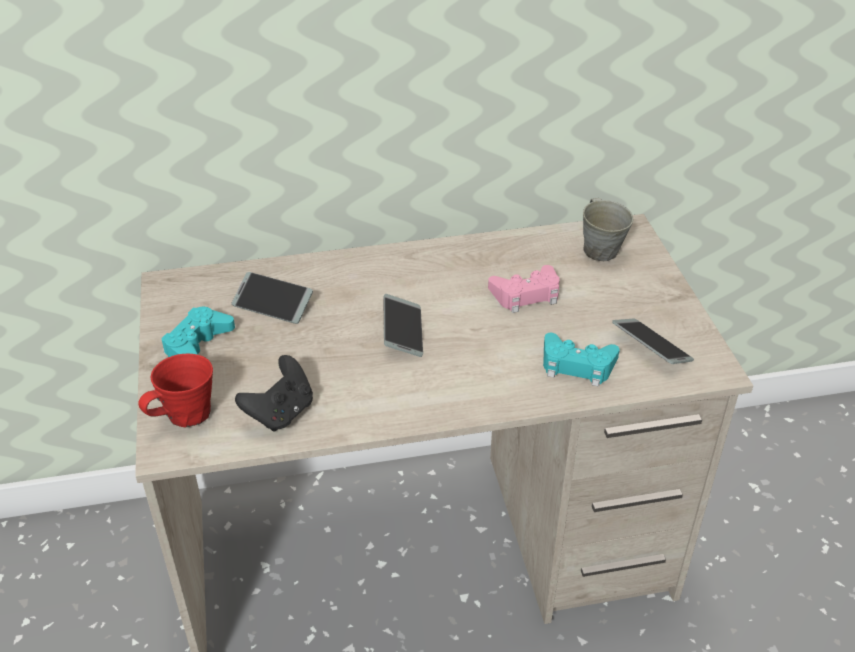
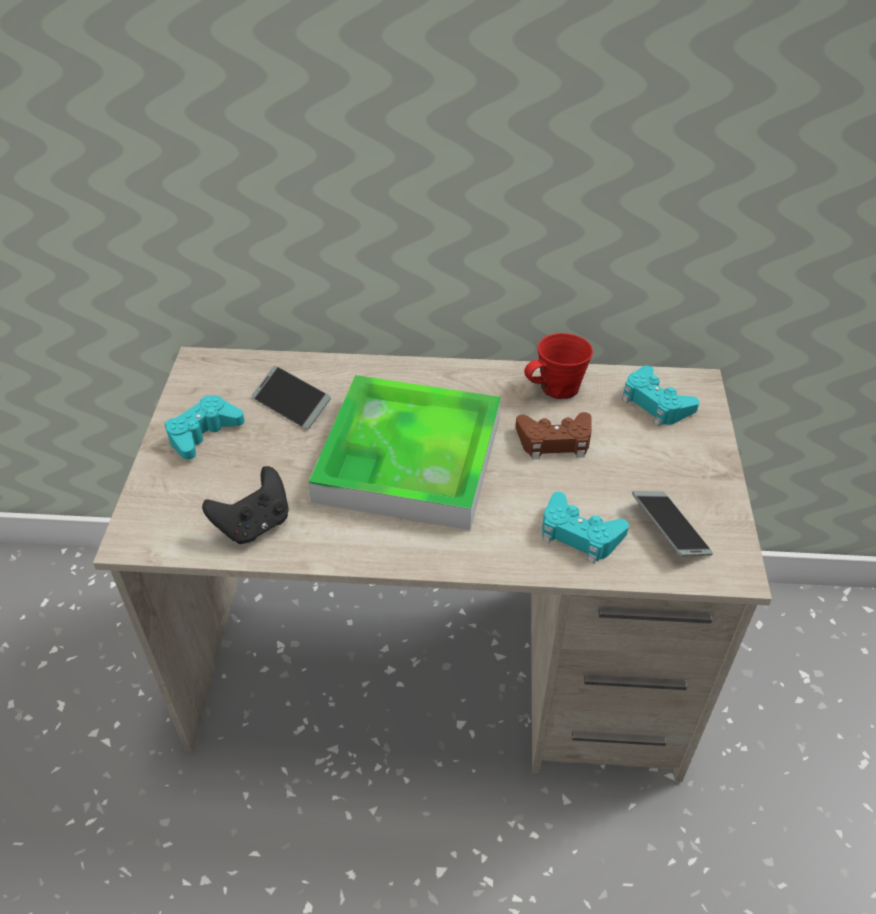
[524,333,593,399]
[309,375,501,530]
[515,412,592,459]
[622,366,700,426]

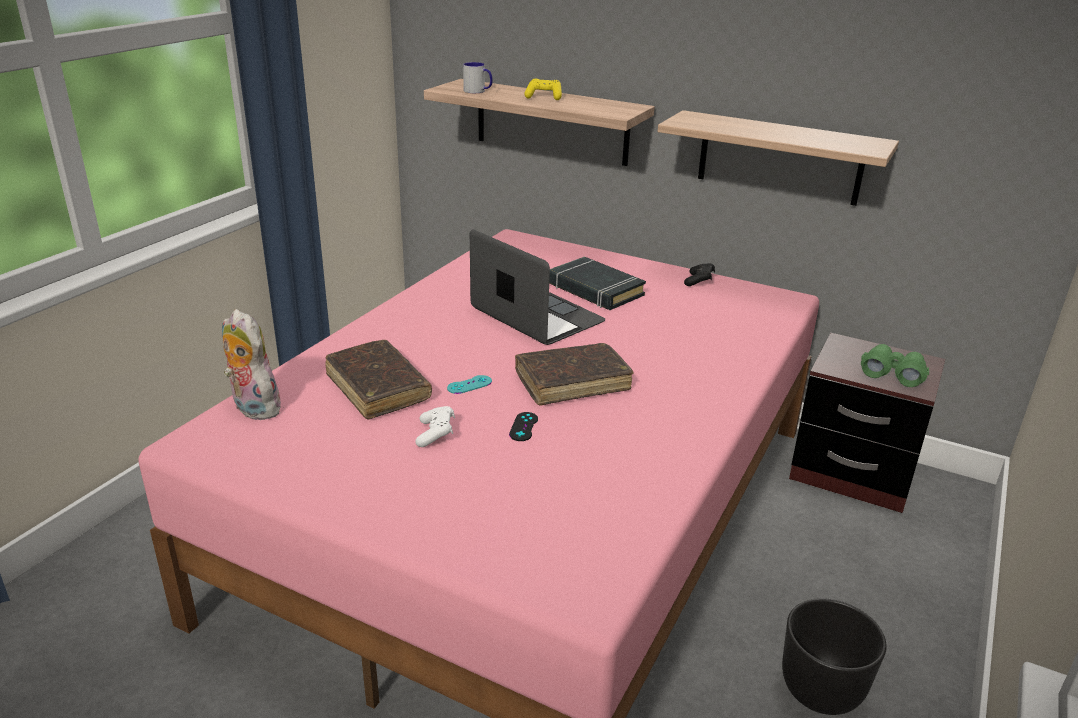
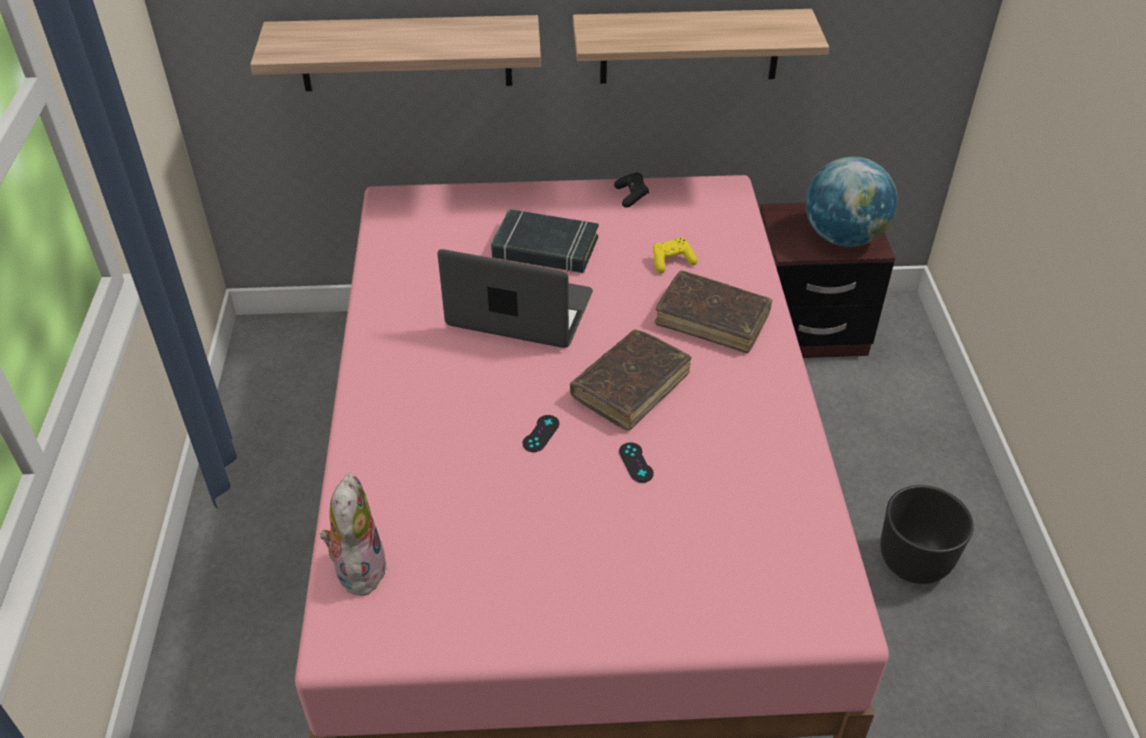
[320,473,387,596]
[655,270,773,353]
[415,406,455,447] (first image)
[522,415,559,452]
[463,62,492,93] (first image)
[653,237,698,273]
[805,157,897,247]

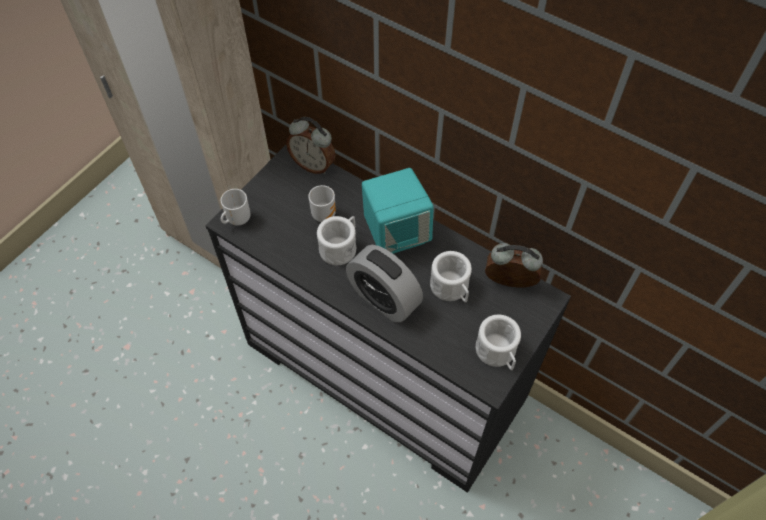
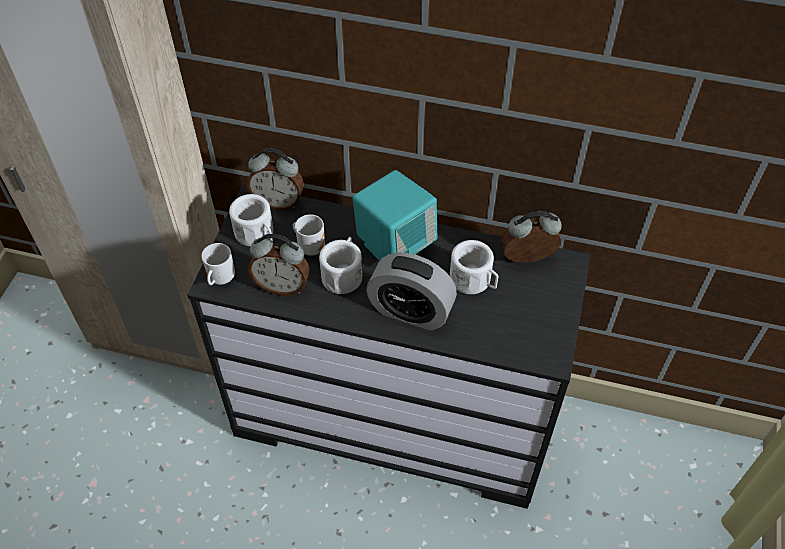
[229,194,273,246]
[248,234,310,296]

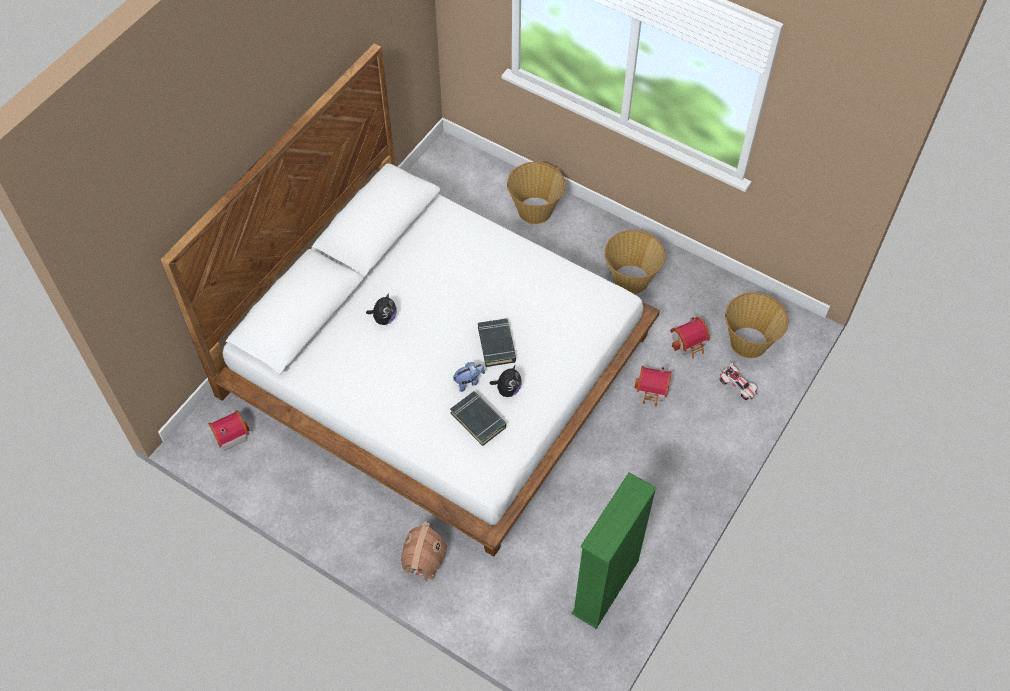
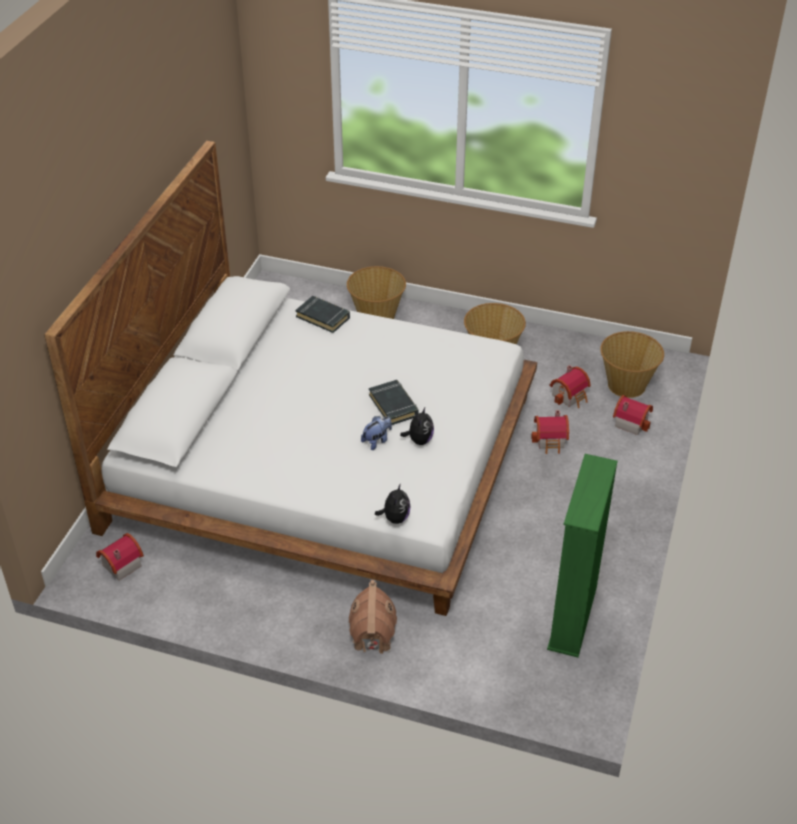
[375,483,410,524]
[296,296,350,333]
[613,395,653,435]

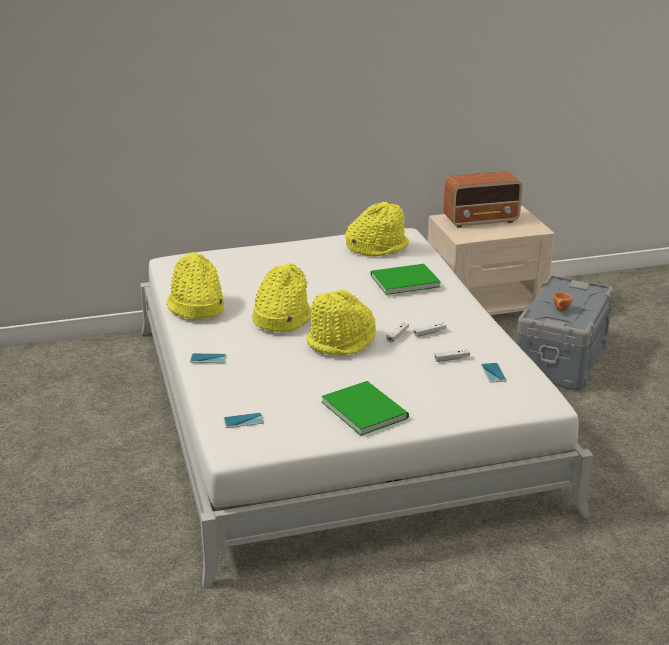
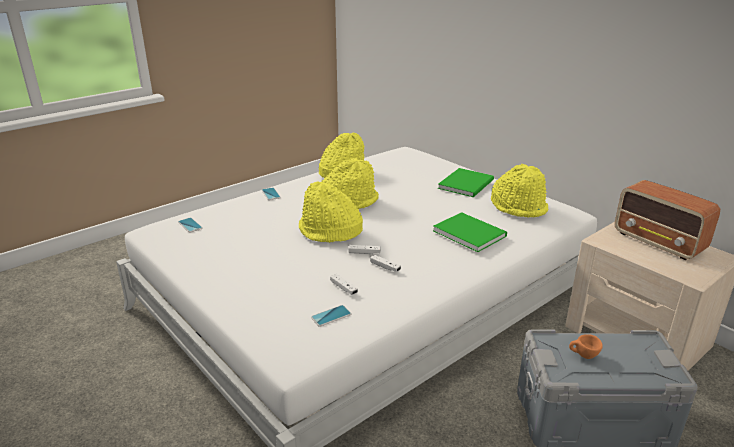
[438,168,494,197]

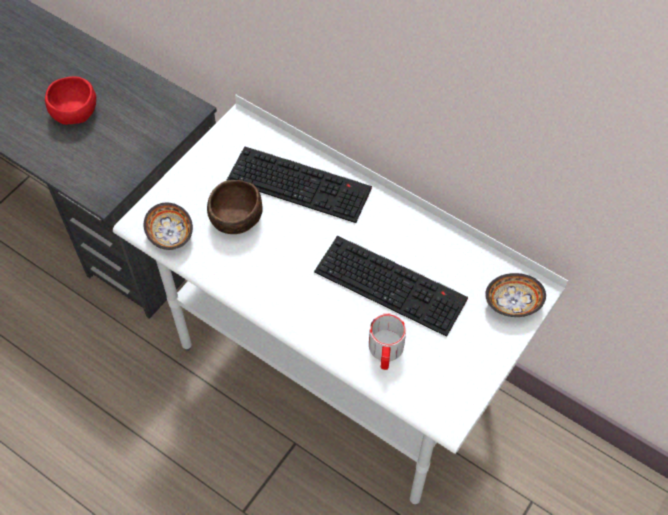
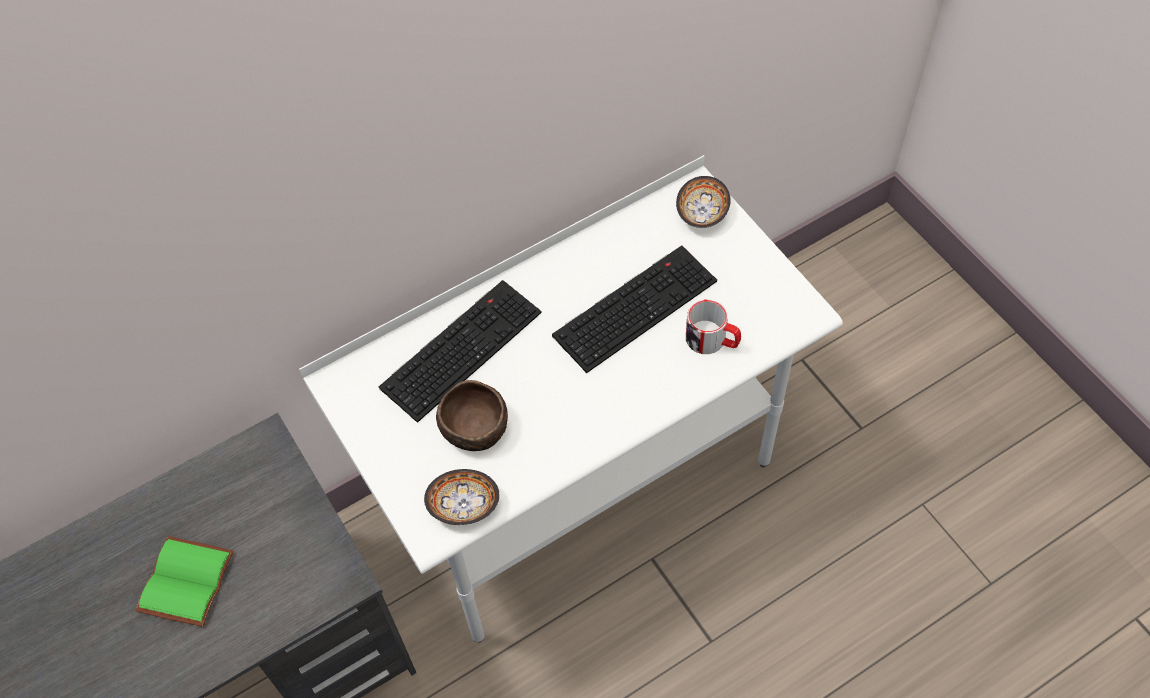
[136,536,234,627]

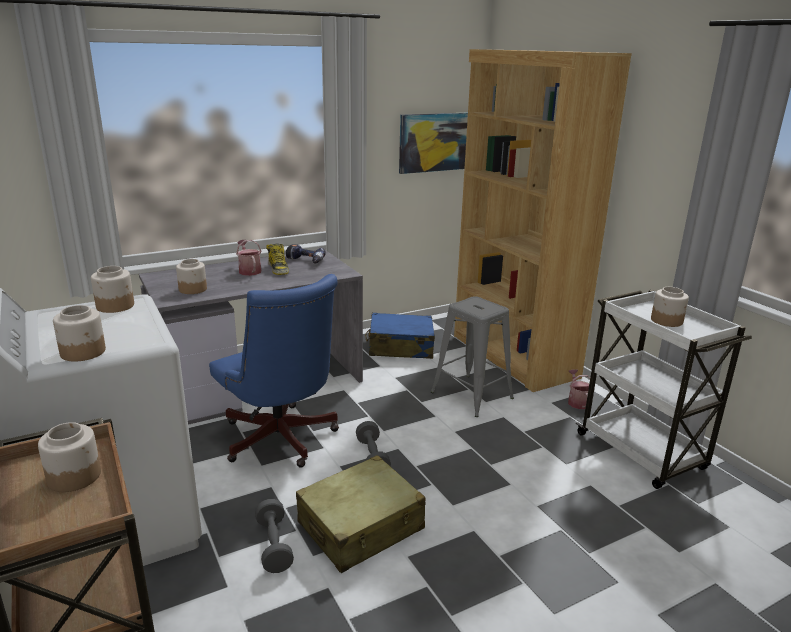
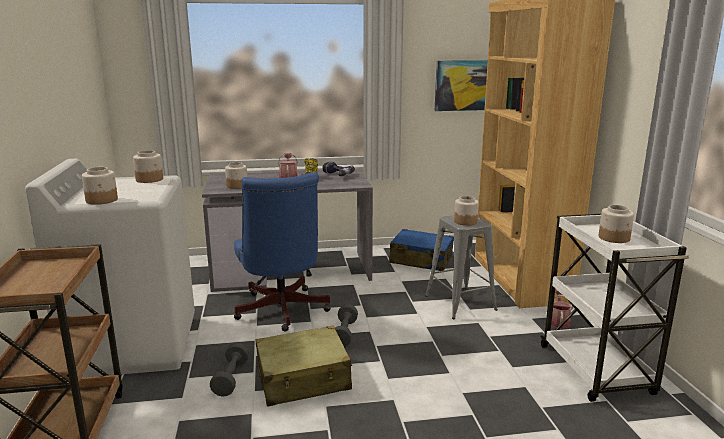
[454,196,479,226]

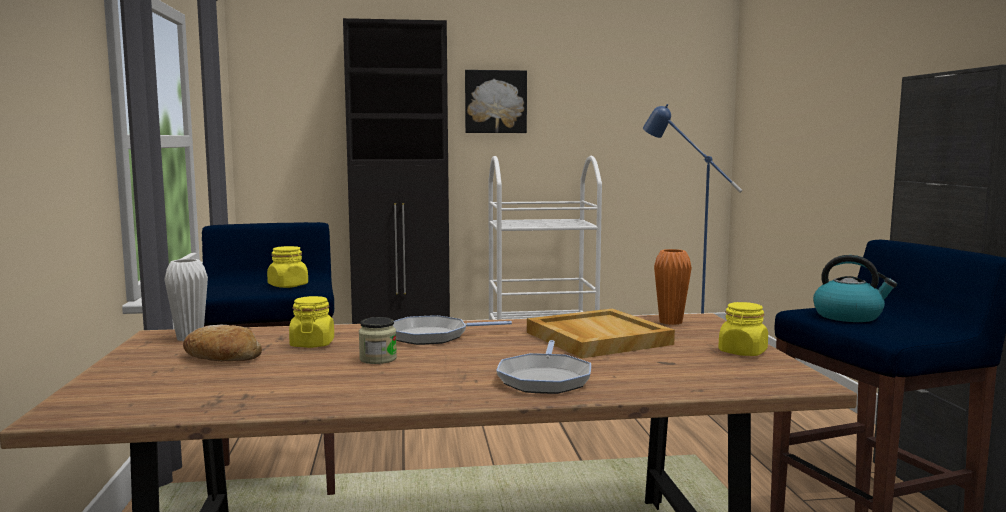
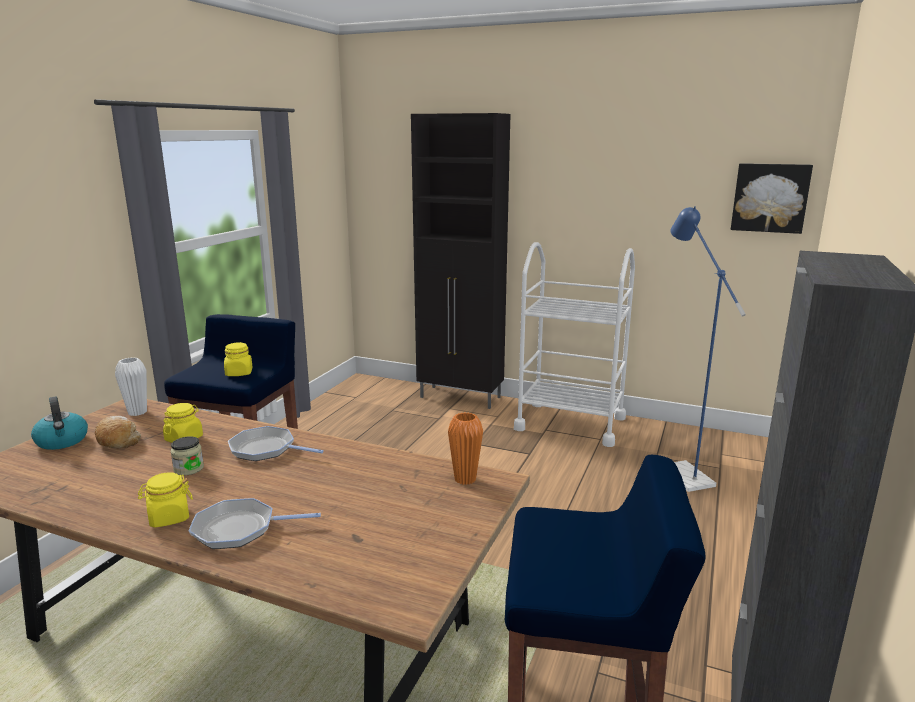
[731,163,813,234]
[189,498,321,549]
[527,309,675,359] (first image)
[138,472,193,527]
[31,397,88,450]

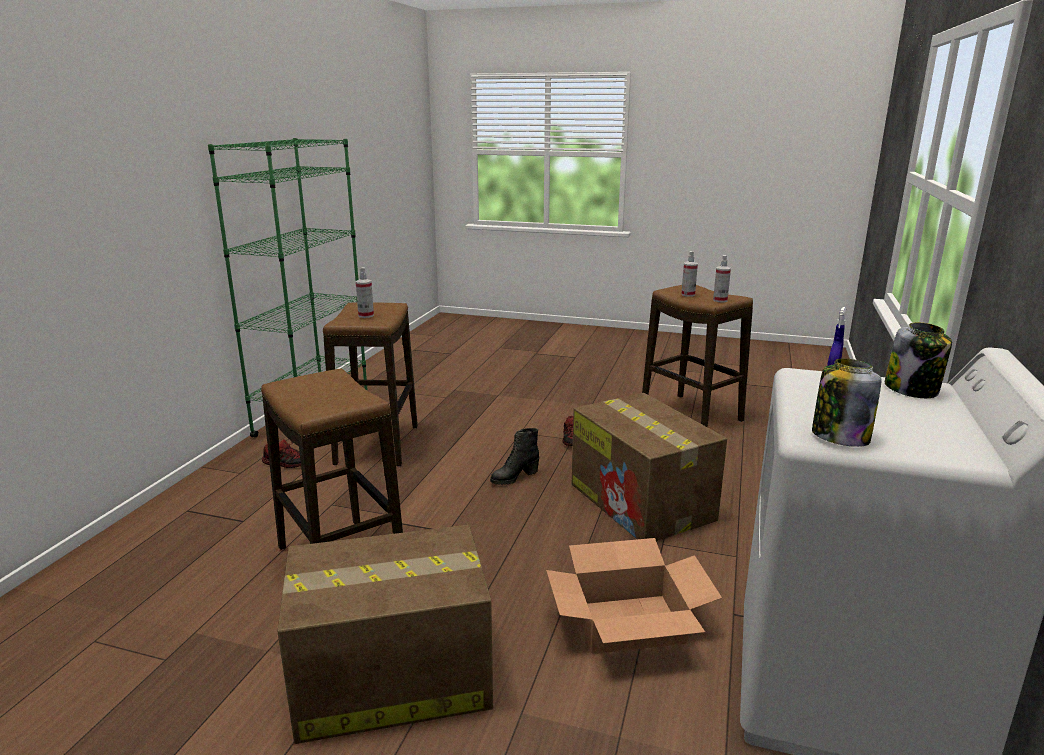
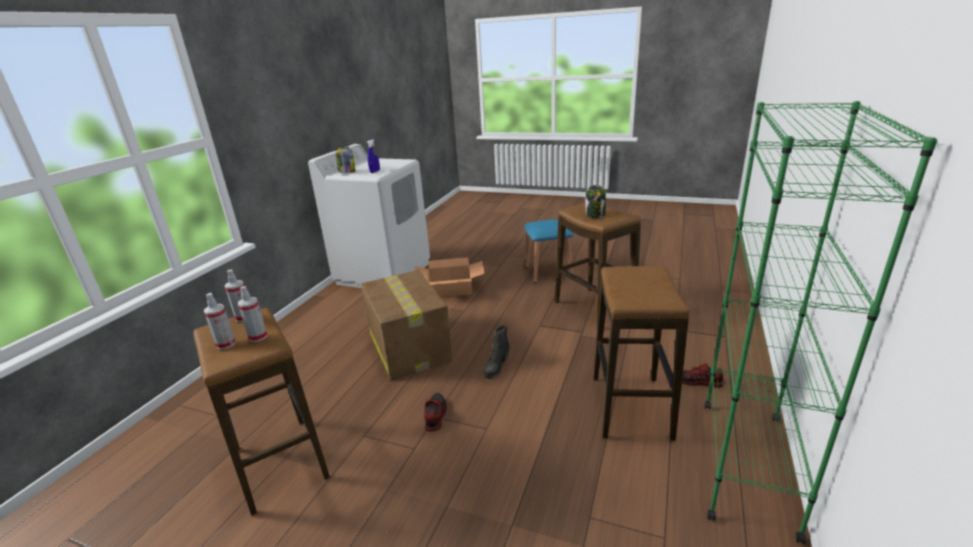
[524,219,574,283]
[204,293,236,350]
[484,325,509,379]
[585,185,606,218]

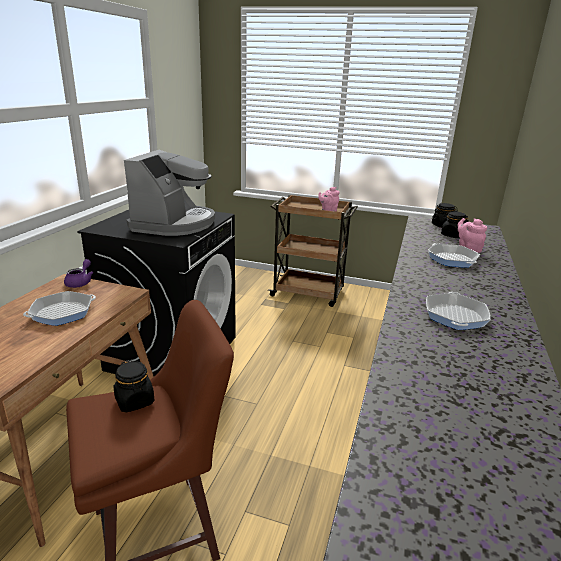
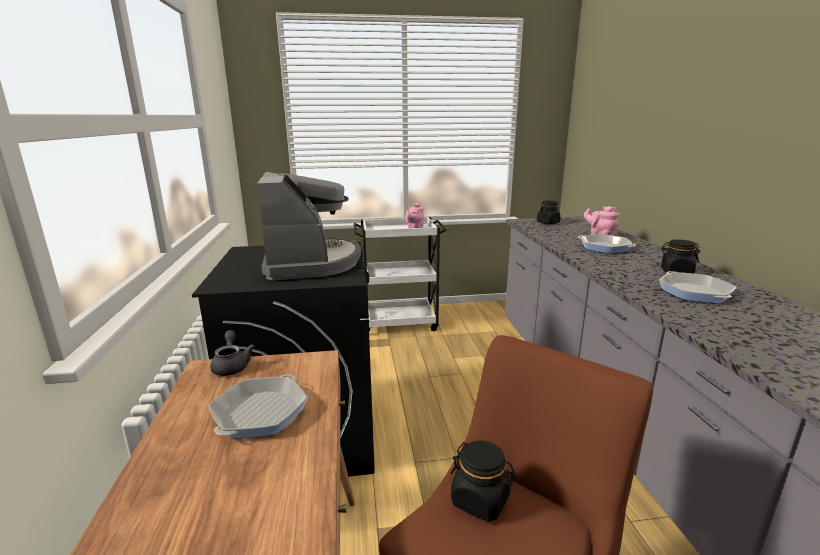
[210,330,255,376]
[354,217,447,331]
[661,239,701,274]

